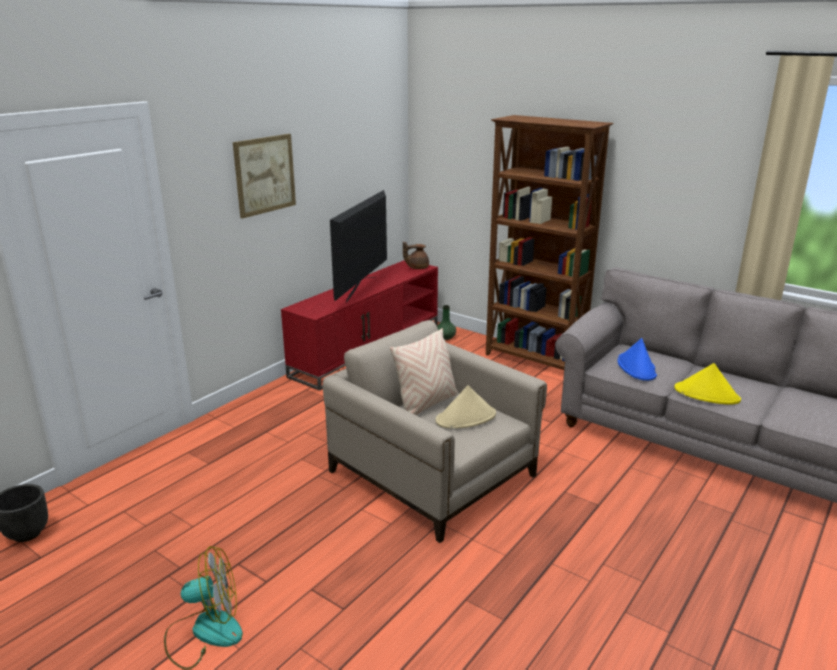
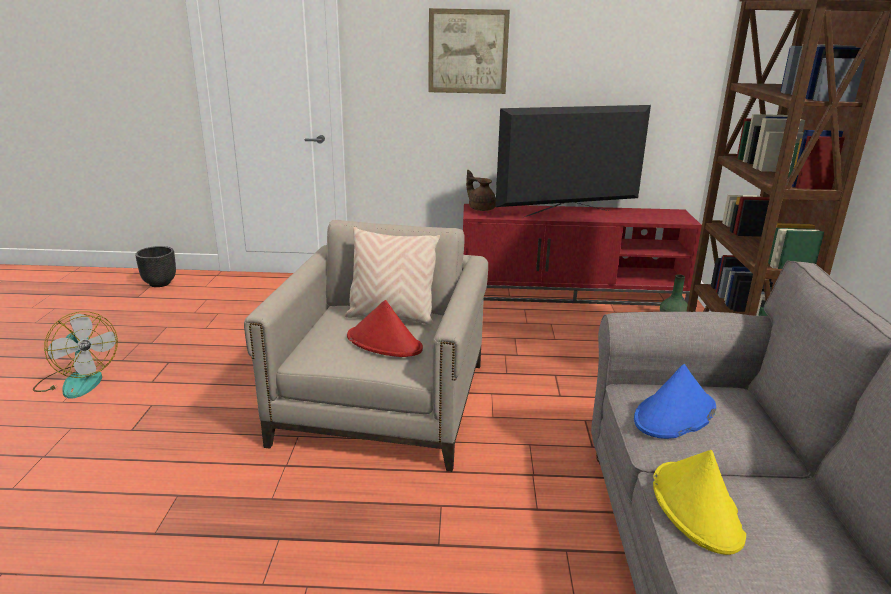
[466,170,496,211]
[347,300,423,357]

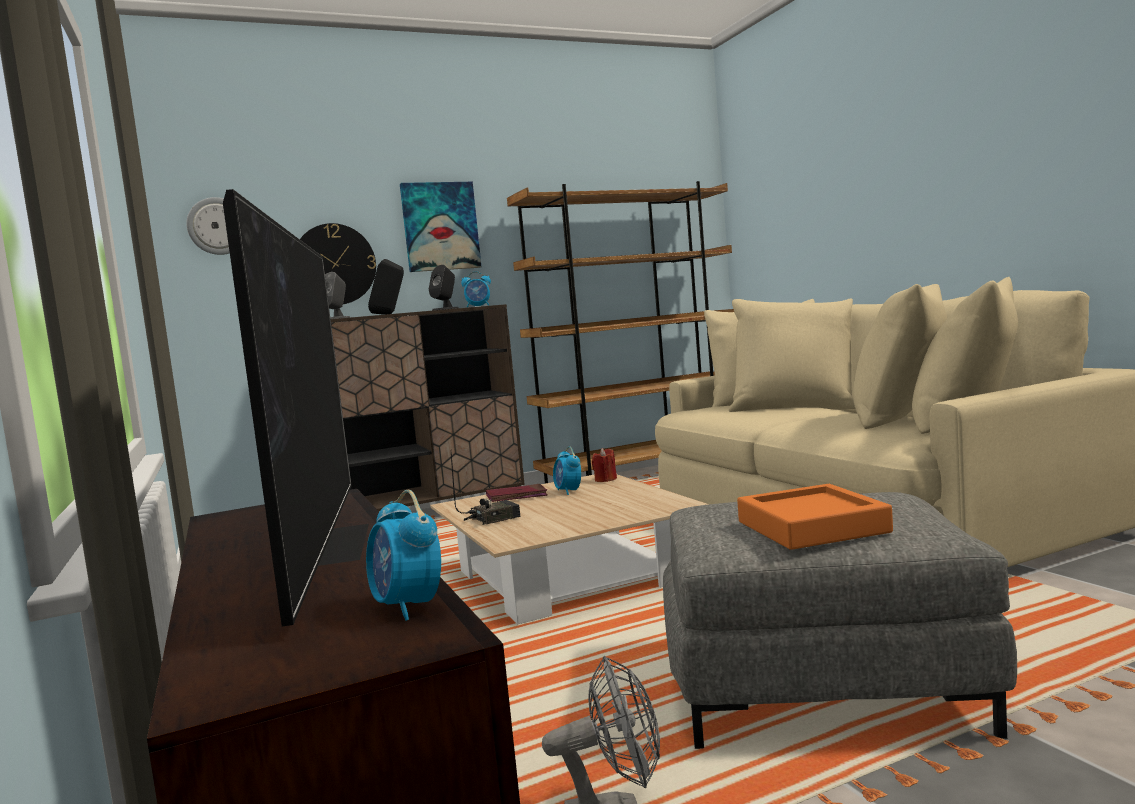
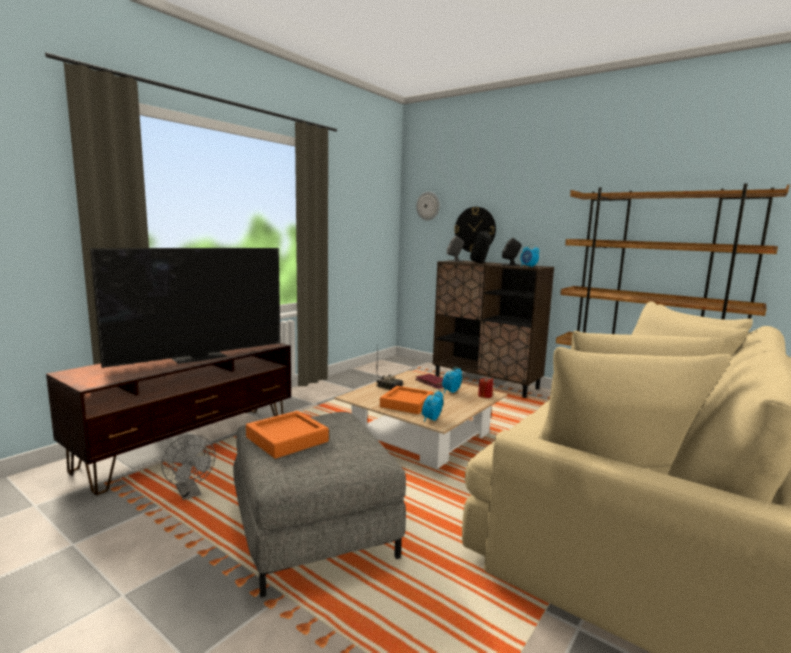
[422,390,443,422]
[400,182,481,272] (first image)
[380,386,434,414]

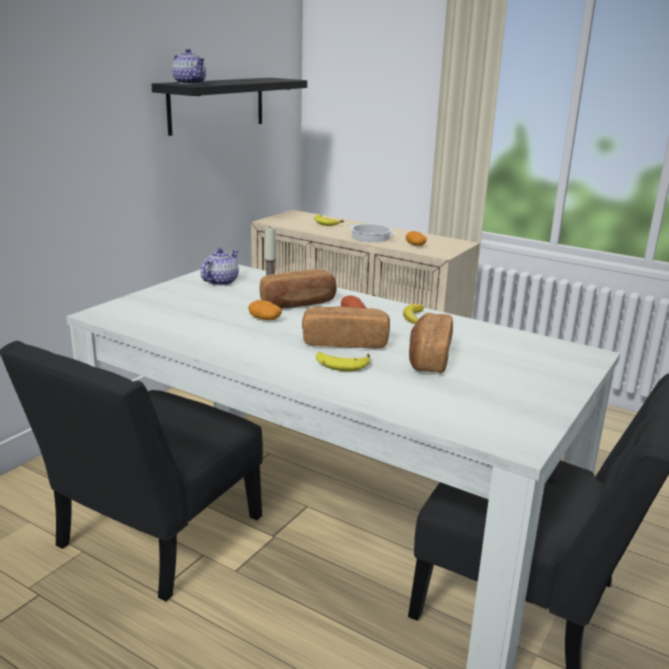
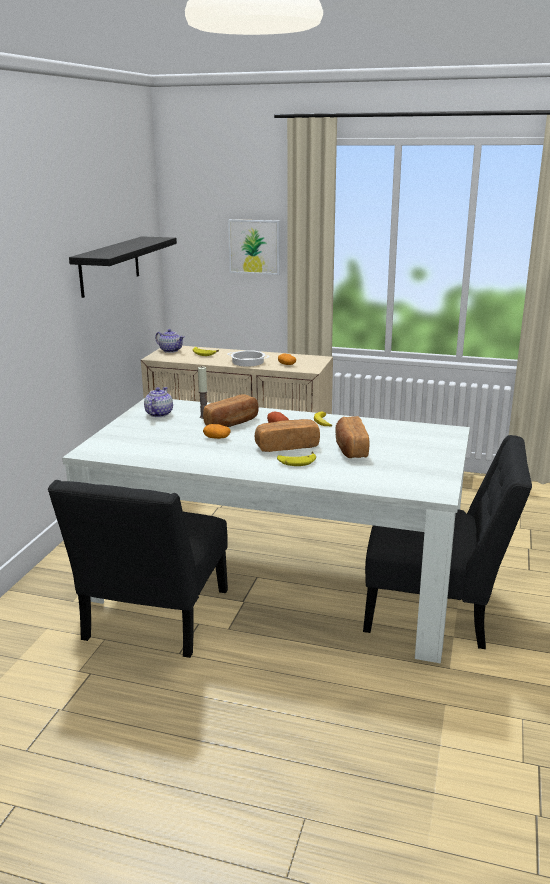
[155,329,184,353]
[228,219,280,275]

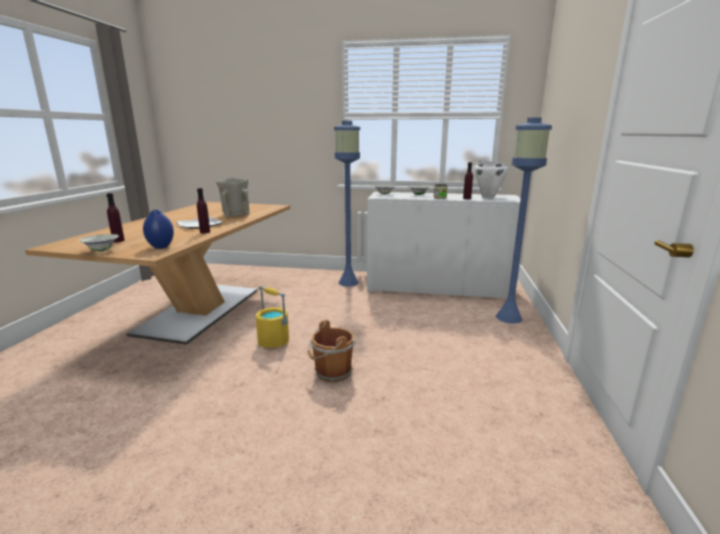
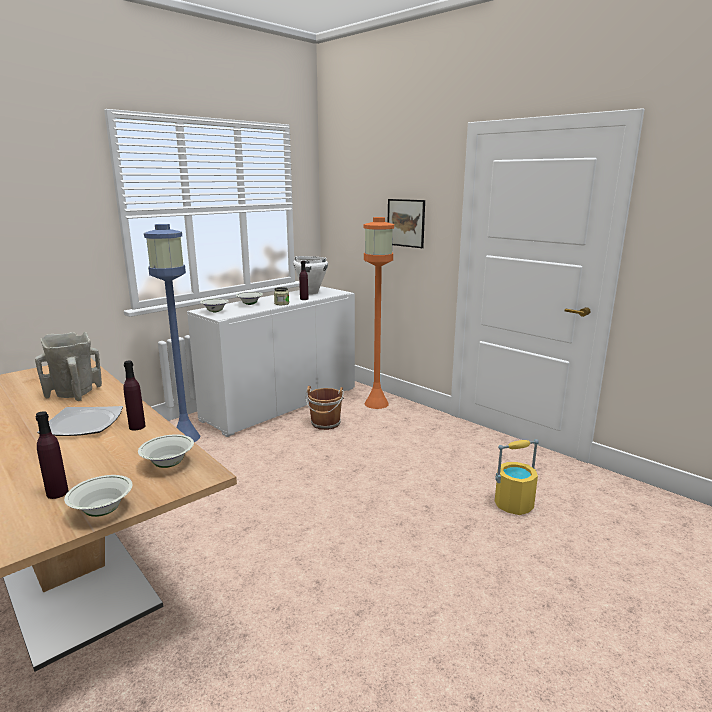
[138,435,194,468]
[495,439,539,515]
[305,386,344,430]
[363,217,394,409]
[388,199,425,248]

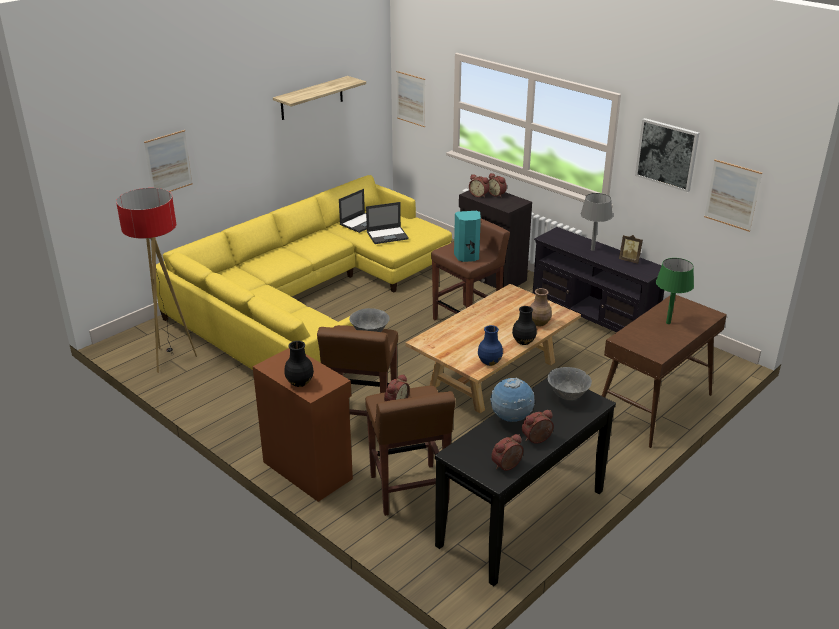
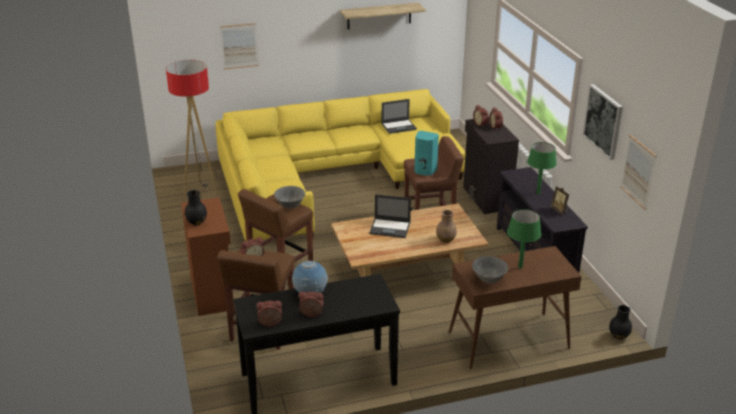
[369,194,411,238]
[396,71,425,127] (first image)
[478,325,503,366] (first image)
[609,305,632,339]
[472,256,508,284]
[527,142,557,194]

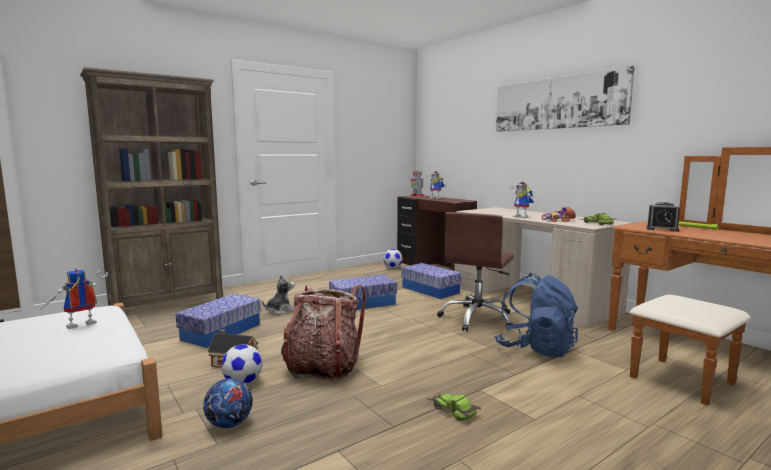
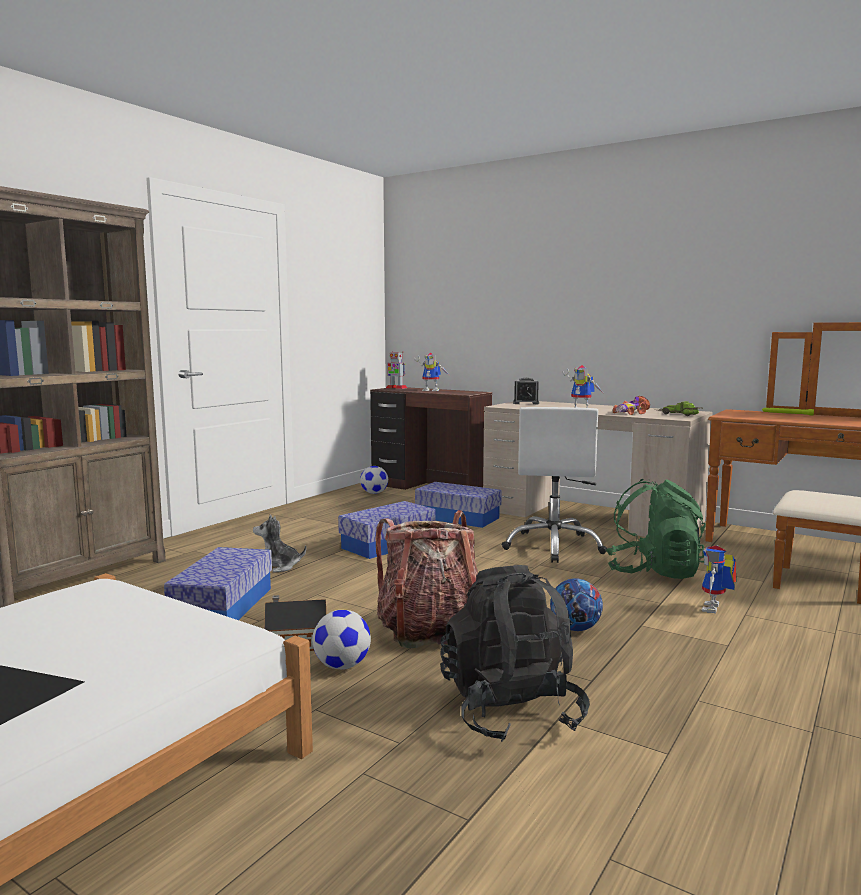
[701,545,737,613]
[550,578,603,631]
[253,514,307,573]
[427,393,481,421] (first image)
[502,407,607,563]
[606,479,706,579]
[496,66,635,132] (first image)
[513,378,539,404]
[440,565,590,742]

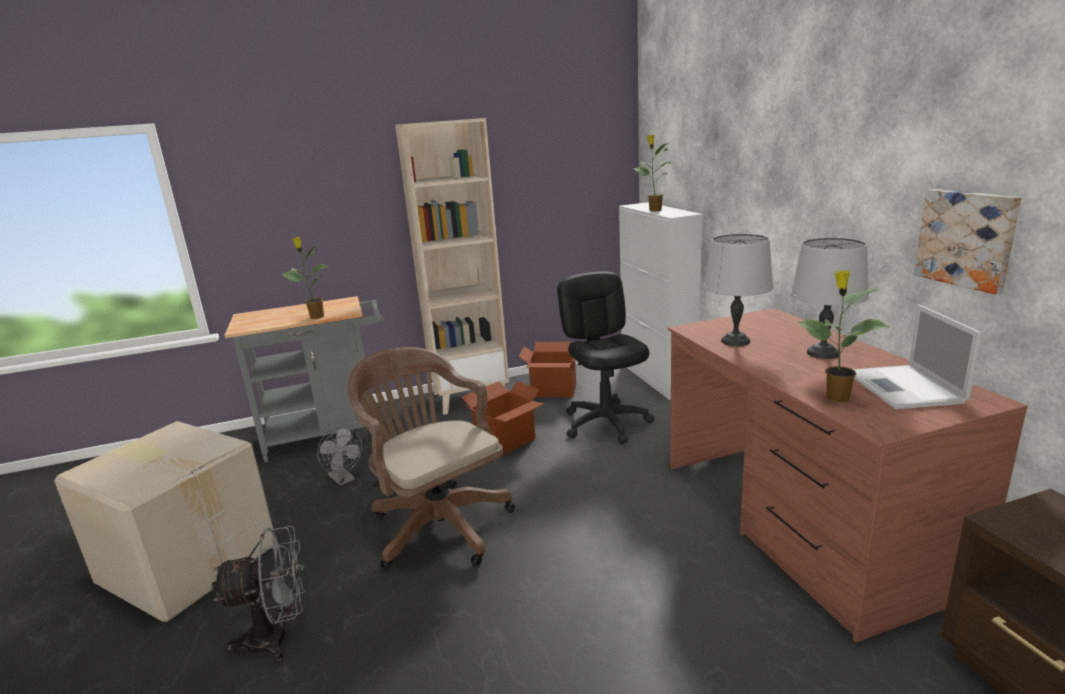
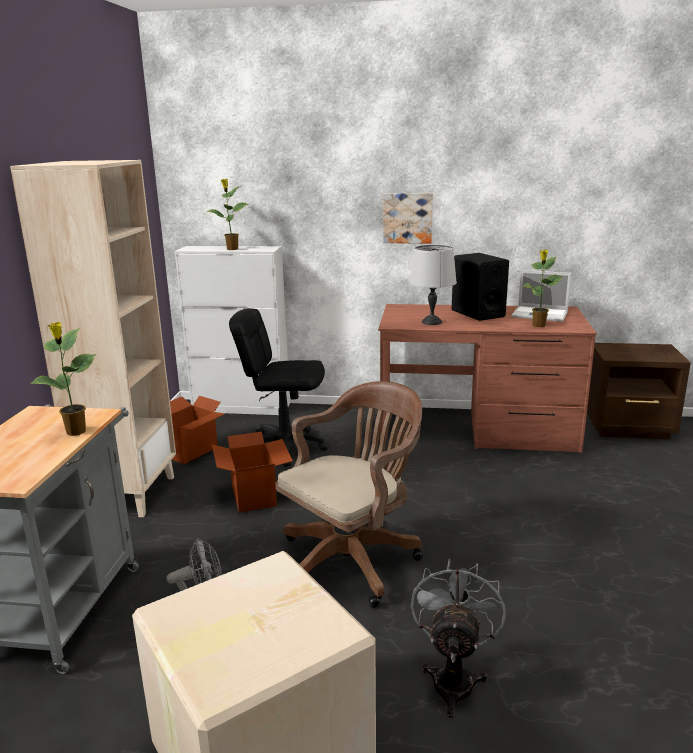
[276,381,423,608]
[452,253,509,321]
[383,193,433,243]

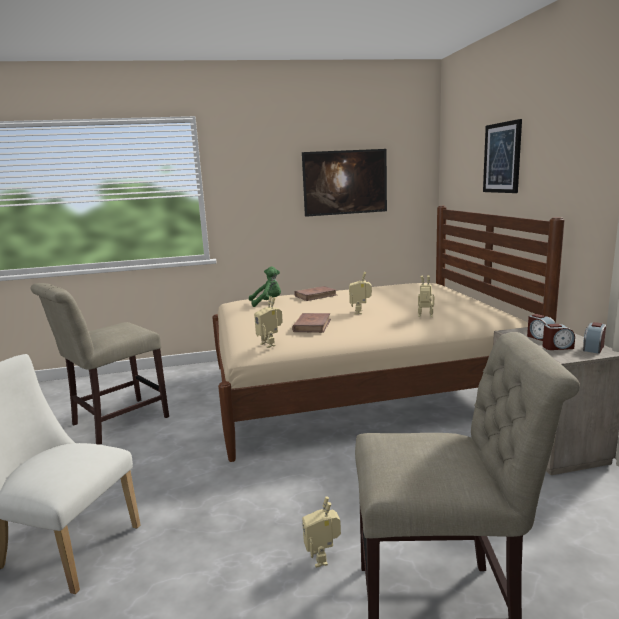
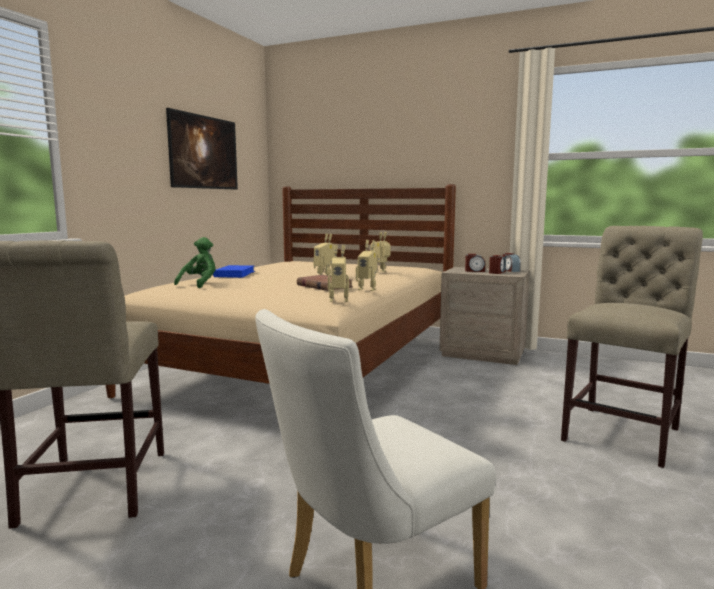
[213,265,256,278]
[356,240,377,291]
[483,119,522,193] (first image)

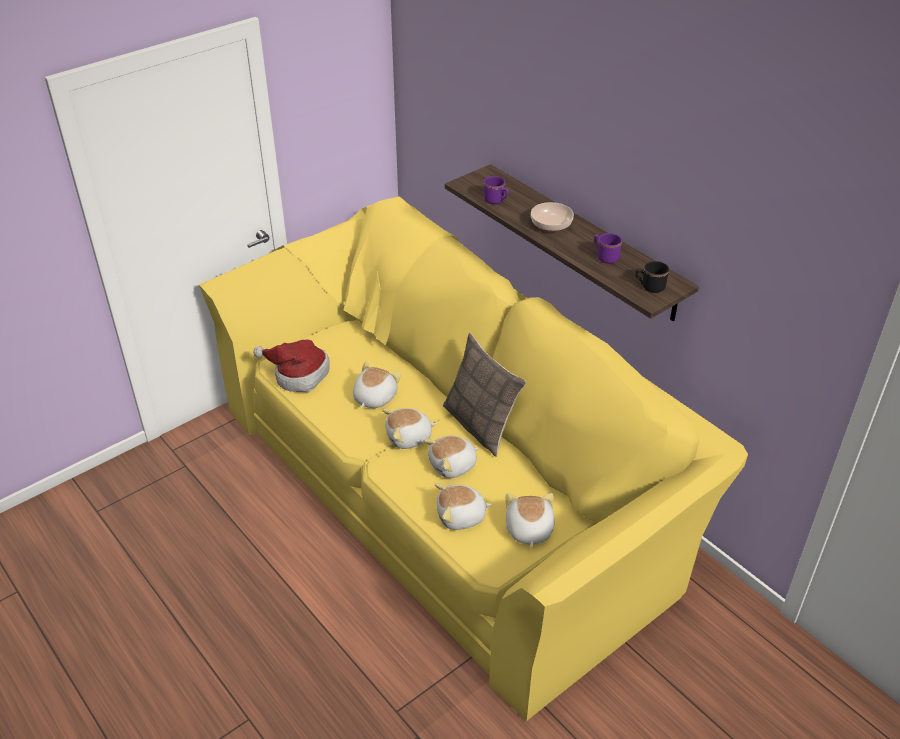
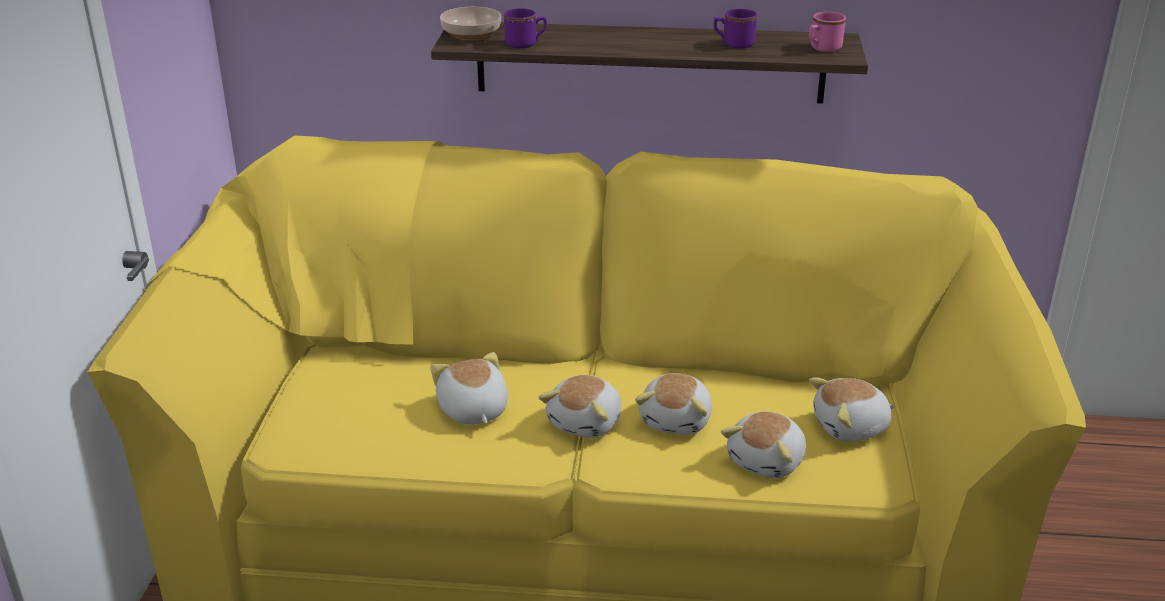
[253,340,329,392] (first image)
[443,333,526,457] (first image)
[809,377,896,442]
[440,7,502,40]
[809,12,846,52]

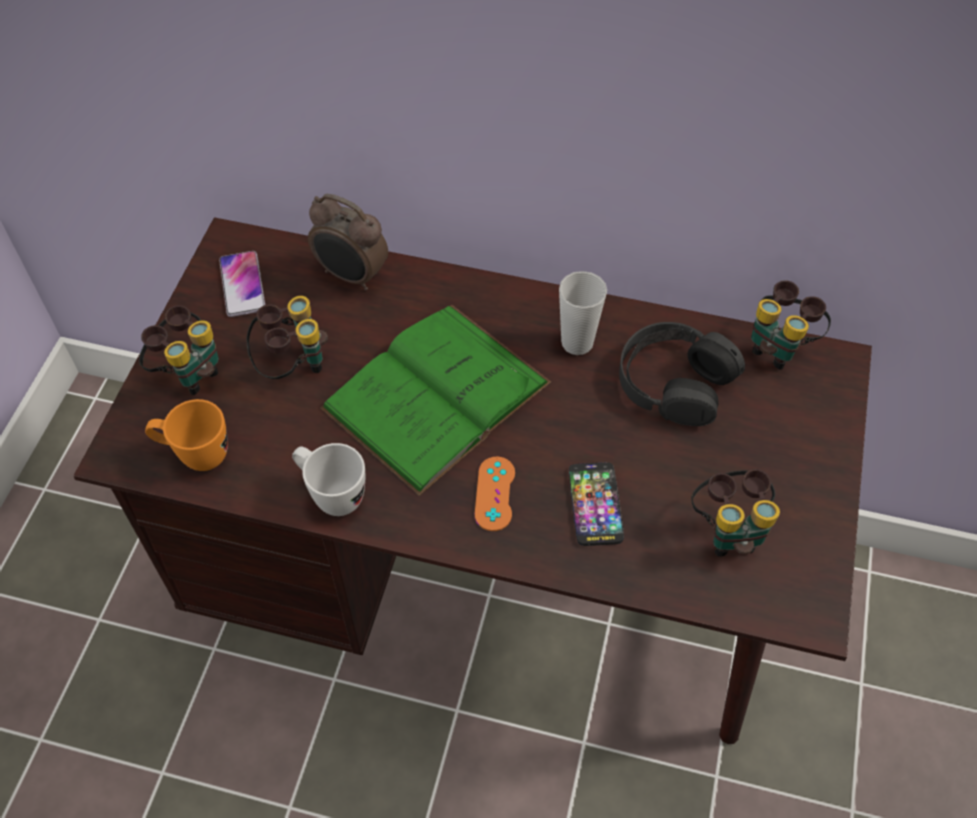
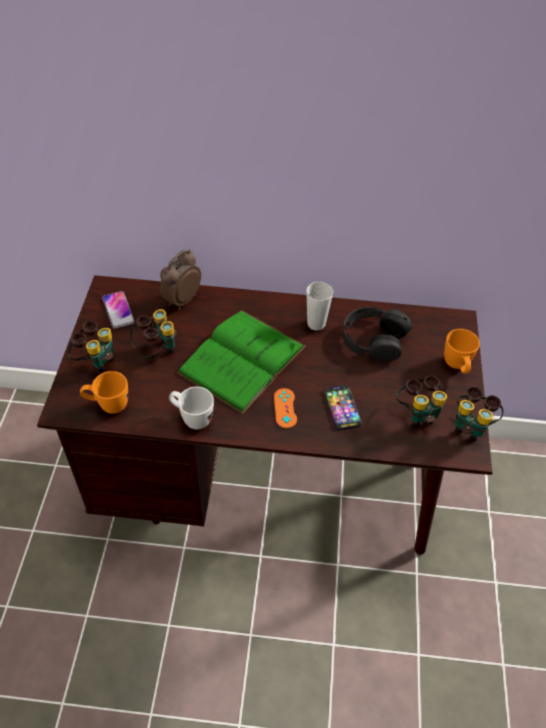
[160,250,201,310]
[455,387,503,442]
[444,329,480,373]

